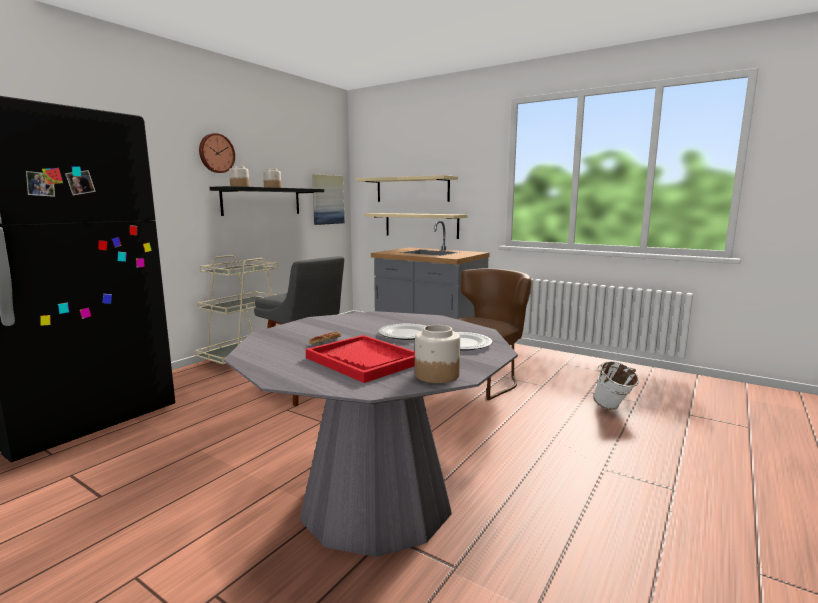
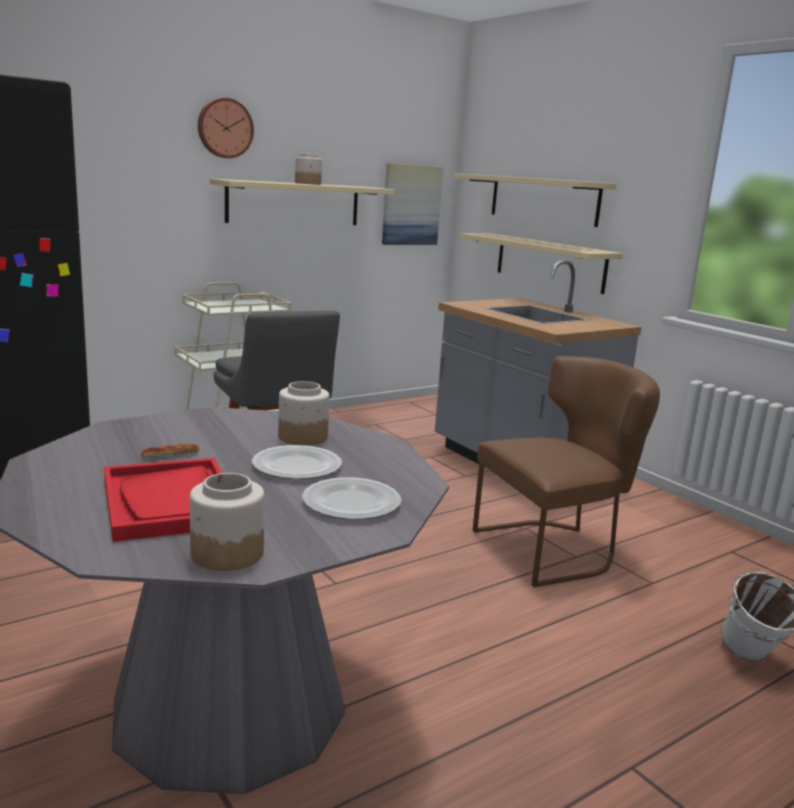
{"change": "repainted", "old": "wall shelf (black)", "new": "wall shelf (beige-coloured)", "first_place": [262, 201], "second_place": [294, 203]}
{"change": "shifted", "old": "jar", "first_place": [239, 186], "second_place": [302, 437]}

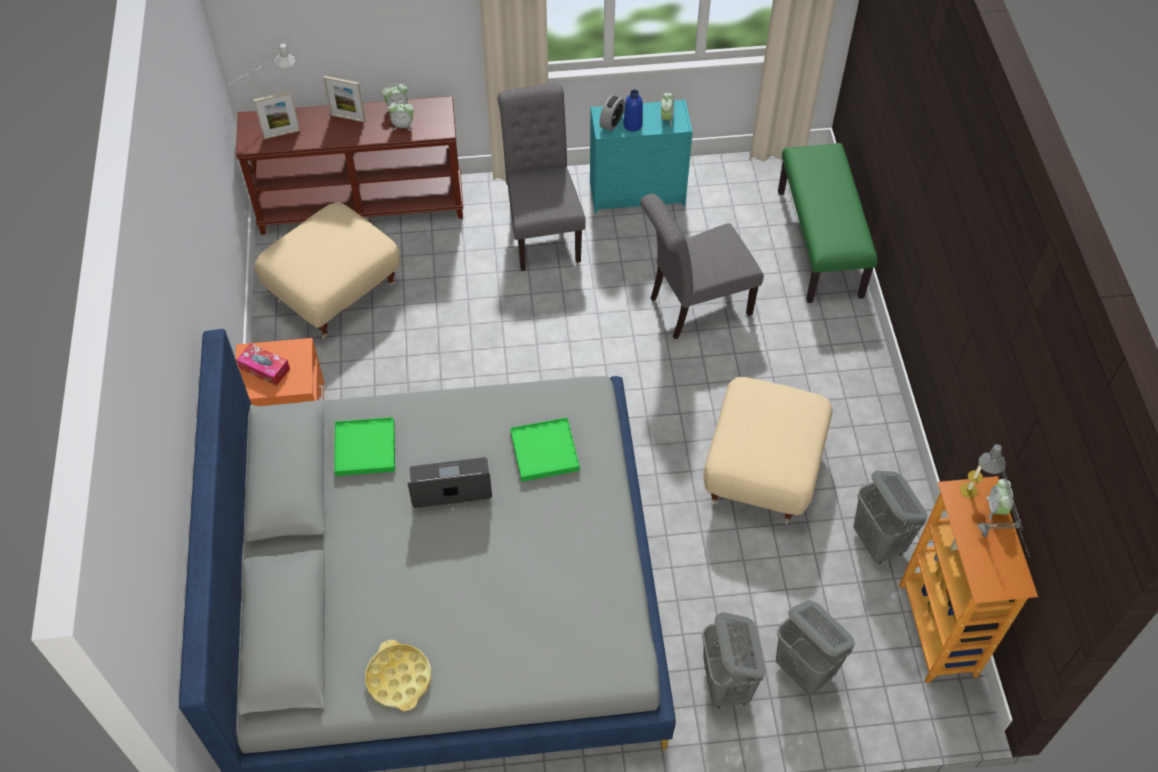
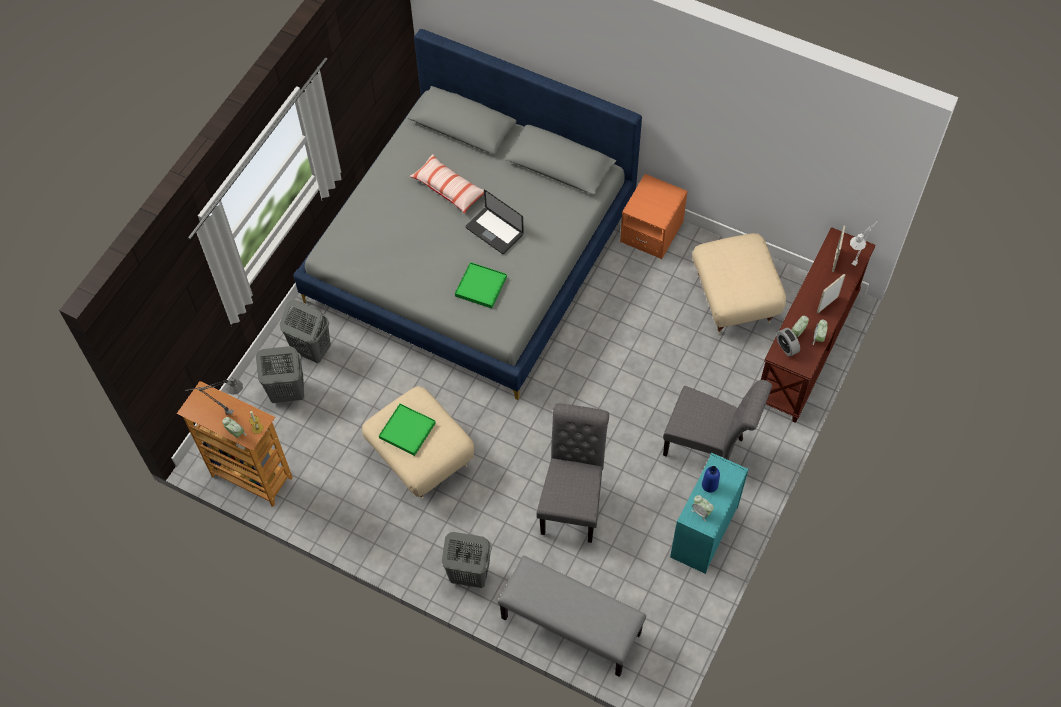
{"change": "shifted", "old": "serving tray (greenish)", "first_place": [365, 448], "second_place": [407, 431]}
{"change": "new", "new": "throw pillow", "second_place": [448, 188]}
{"change": "shifted", "old": "hamper (gray)", "first_place": [878, 542], "second_place": [469, 574]}
{"change": "rotated", "old": "portable computer", "first_place": [450, 484], "second_place": [494, 231], "degrees": 105}
{"change": "repainted", "old": "bench (greenish)", "new": "bench (gray)", "first_place": [820, 244], "second_place": [570, 626]}
{"change": "shifted", "old": "alarm clock", "first_place": [611, 122], "second_place": [786, 347]}
{"change": "gone", "old": "tissue box", "first_place": [264, 369]}
{"change": "gone", "old": "serving tray (yellow)", "first_place": [399, 678]}

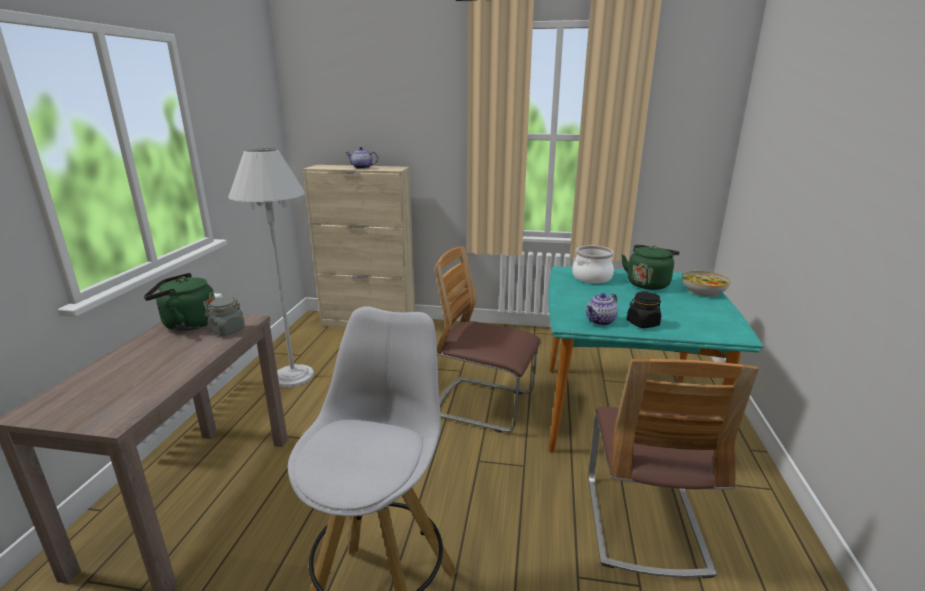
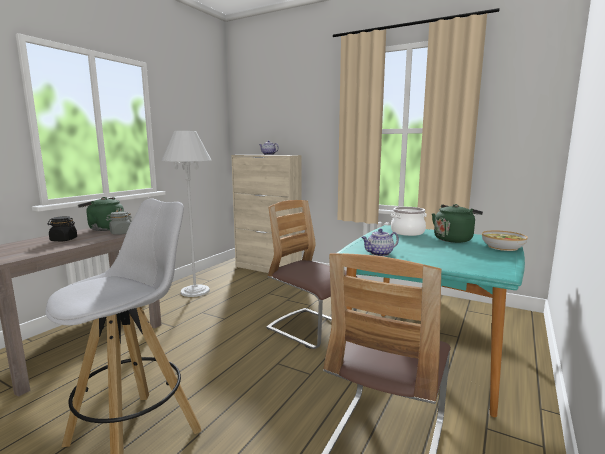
{"change": "shifted", "old": "jar (black)", "first_place": [642, 323], "second_place": [63, 240]}

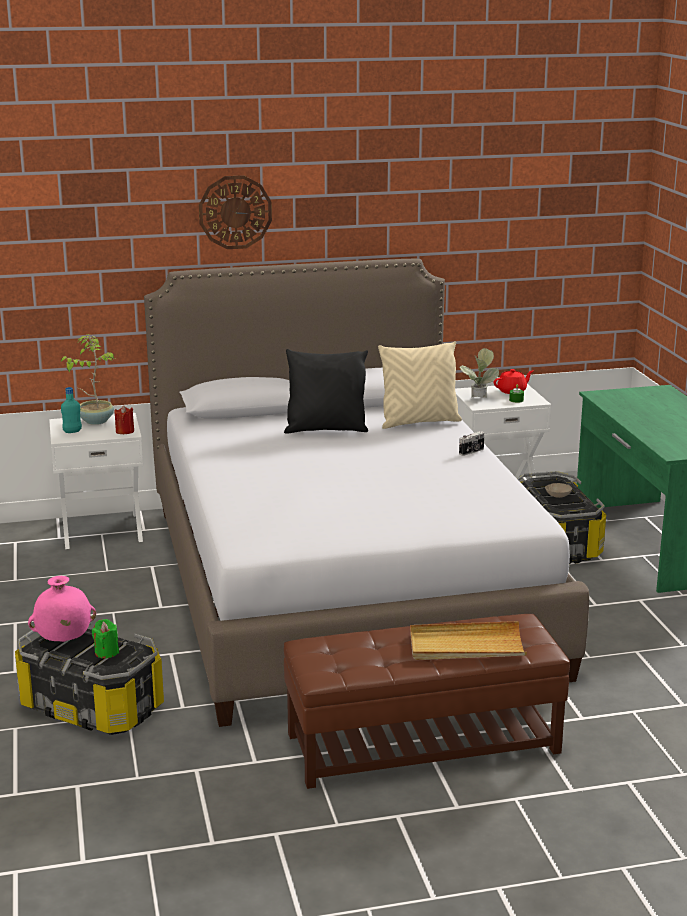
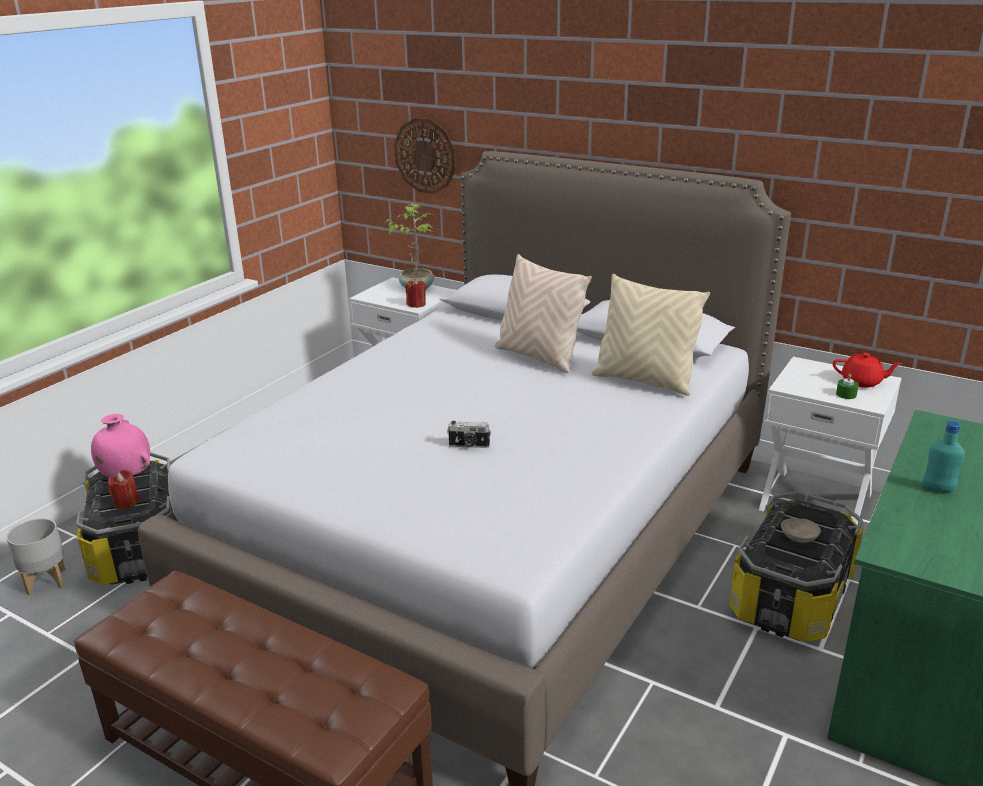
{"change": "new", "new": "plant pot (gray)", "second_place": [46, 581]}
{"change": "repainted", "old": "wax candle (greenish)", "new": "wax candle (reddish)", "first_place": [106, 652], "second_place": [126, 503]}
{"change": "shifted", "old": "clock on the wall", "first_place": [235, 212], "second_place": [425, 156]}
{"change": "shifted", "old": "still camera", "first_place": [472, 452], "second_place": [469, 445]}
{"change": "repainted", "old": "throw pillow (black)", "new": "throw pillow (beige-coloured)", "first_place": [326, 429], "second_place": [538, 357]}
{"change": "shifted", "old": "beverage bottle (turquoise)", "first_place": [72, 431], "second_place": [938, 489]}
{"change": "gone", "old": "serving tray (beige-coloured)", "first_place": [466, 646]}
{"change": "gone", "old": "houseplant", "first_place": [478, 400]}

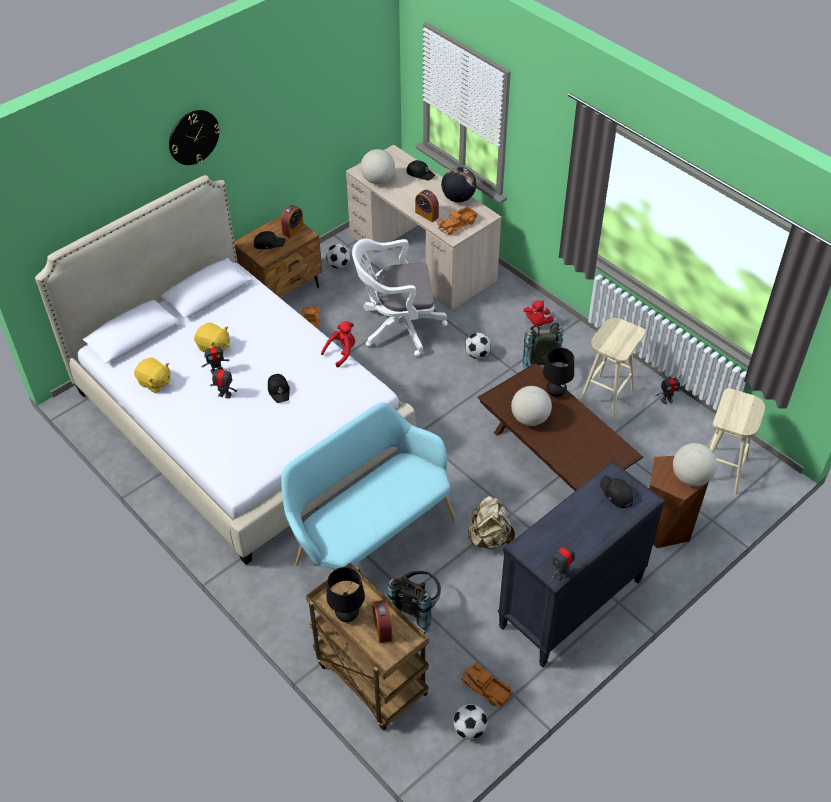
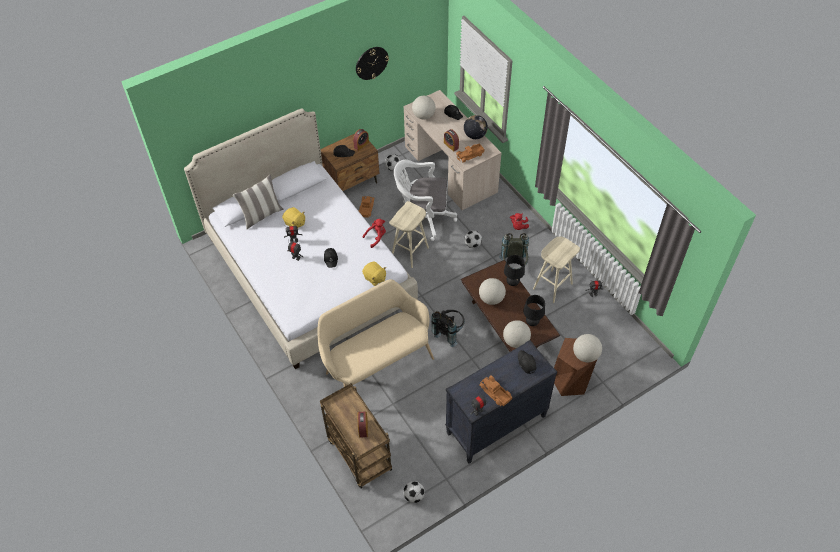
{"change": "new", "new": "throw pillow", "second_place": [261, 215]}
{"change": "repainted", "old": "bench (turquoise)", "new": "bench (beige-coloured)", "first_place": [369, 539], "second_place": [376, 363]}
{"change": "shifted", "old": "clock on the wall", "first_place": [193, 137], "second_place": [371, 63]}
{"change": "shifted", "old": "soft toy (yellow)", "first_place": [154, 383], "second_place": [374, 278]}
{"change": "shifted", "old": "sitting stool (beige-coloured)", "first_place": [722, 471], "second_place": [410, 253]}
{"change": "shifted", "old": "rucksack (black)", "first_place": [416, 609], "second_place": [449, 332]}
{"change": "shifted", "old": "model truck", "first_place": [486, 688], "second_place": [495, 393]}
{"change": "new", "new": "desk globe", "second_place": [515, 341]}
{"change": "shifted", "old": "lamp for a table (black)", "first_place": [347, 615], "second_place": [532, 322]}
{"change": "gone", "old": "rucksack (beige-coloured)", "first_place": [489, 538]}

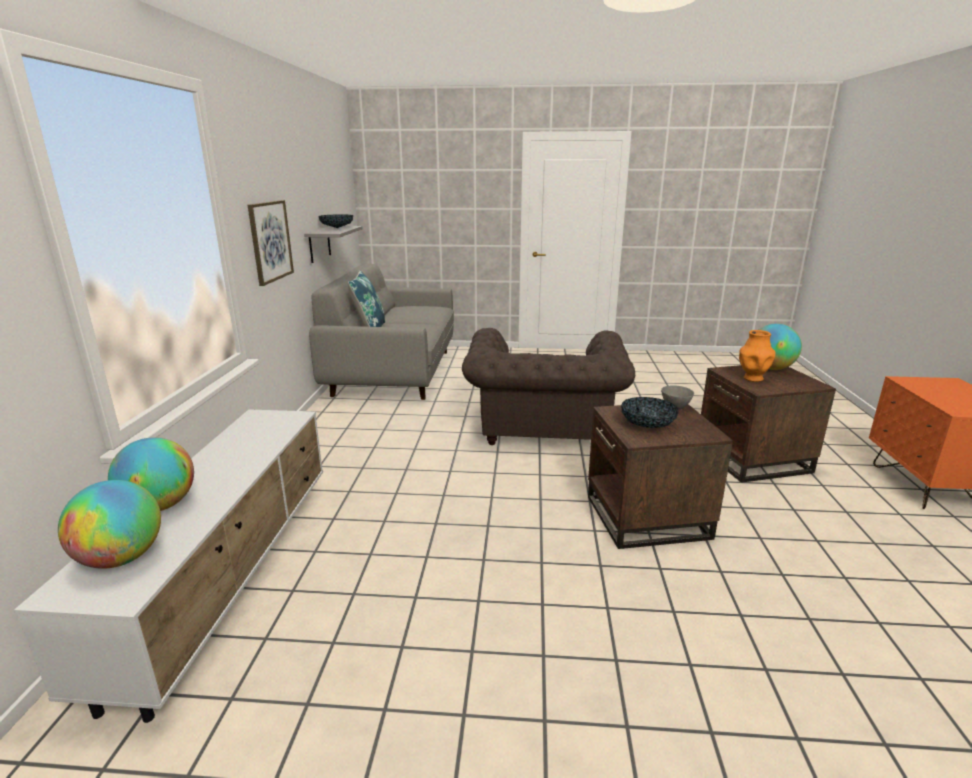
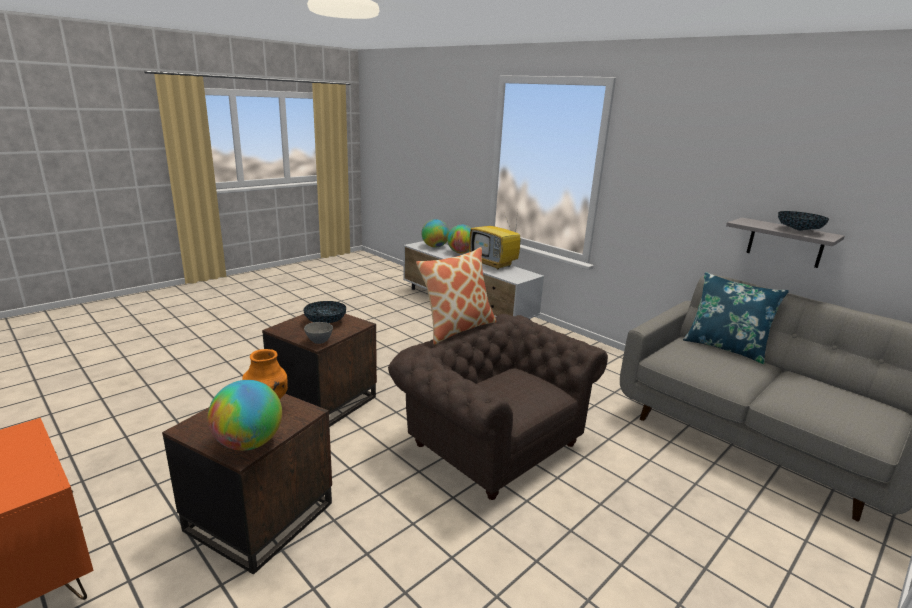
{"change": "new", "new": "throw pillow", "second_place": [456, 328]}
{"change": "new", "new": "TV set", "second_place": [494, 264]}
{"change": "gone", "old": "wall art", "first_place": [270, 241]}

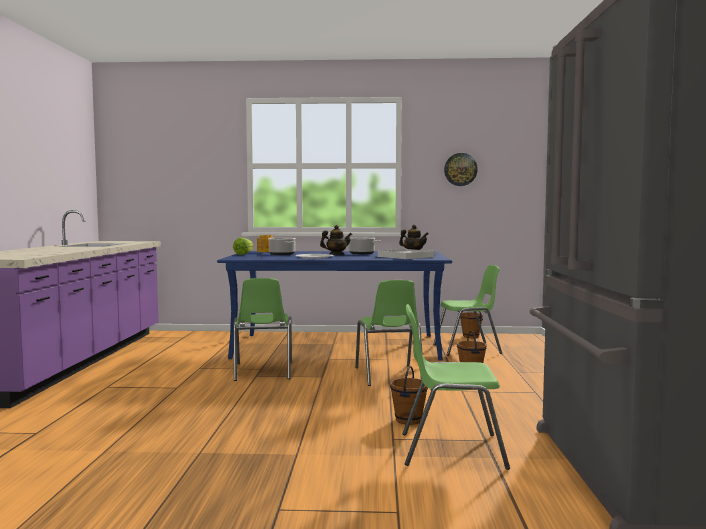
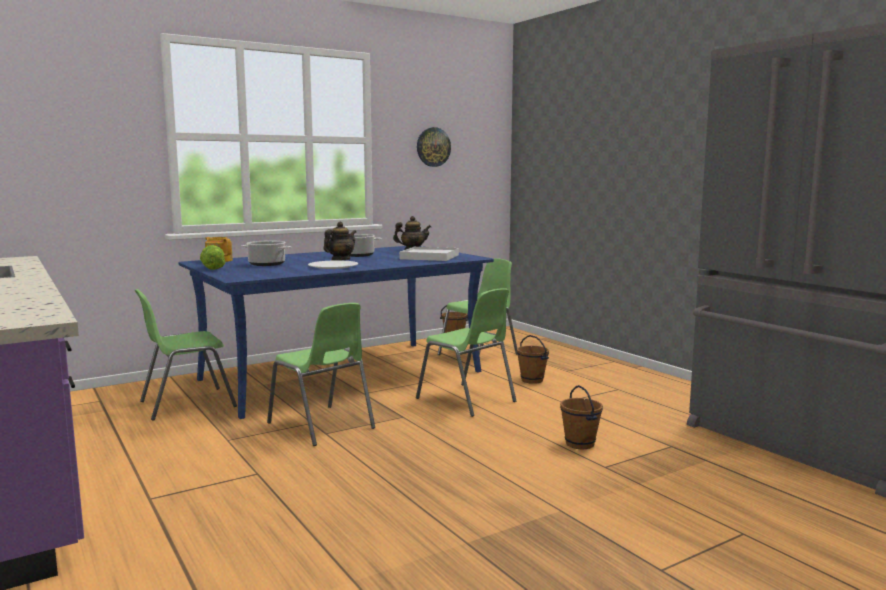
{"change": "shifted", "old": "plain chair (greenish)", "first_place": [450, 450], "second_place": [186, 404]}

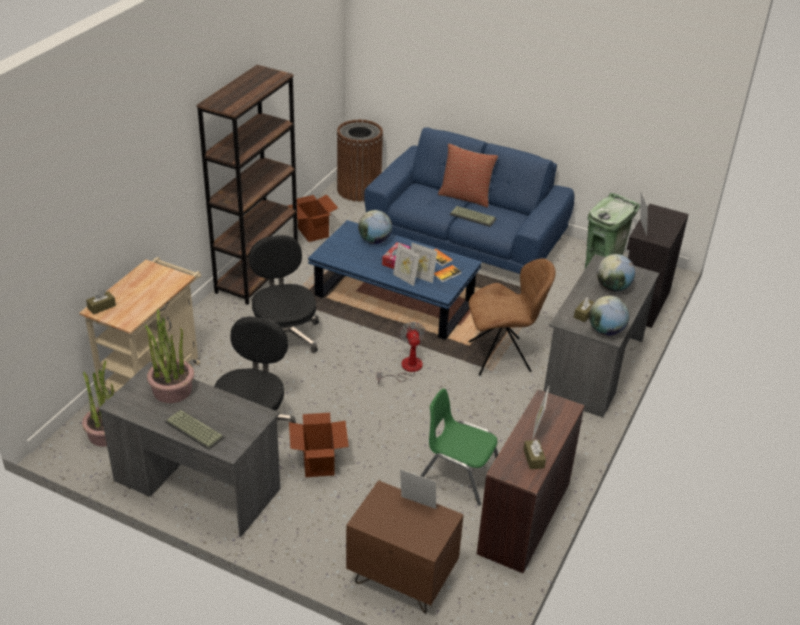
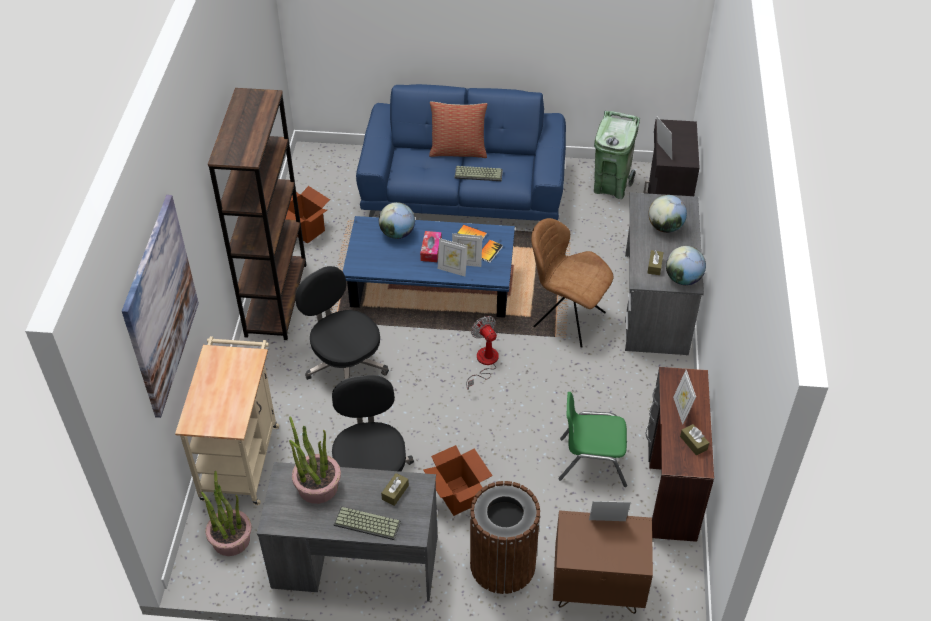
{"change": "new", "new": "wall art", "second_place": [160, 306]}
{"change": "shifted", "old": "tissue box (brown-coloured)", "first_place": [101, 307], "second_place": [395, 492]}
{"change": "shifted", "old": "rubbish bin (brown-coloured)", "first_place": [359, 190], "second_place": [503, 564]}
{"change": "rotated", "old": "plain chair (brown-coloured)", "first_place": [502, 356], "second_place": [566, 318], "degrees": -120}

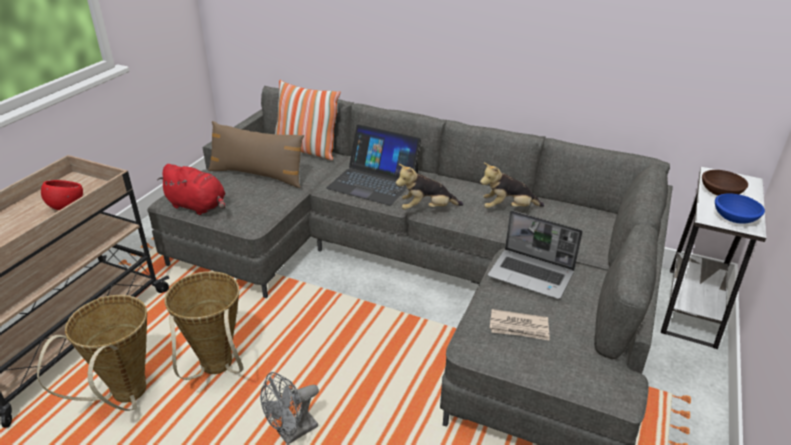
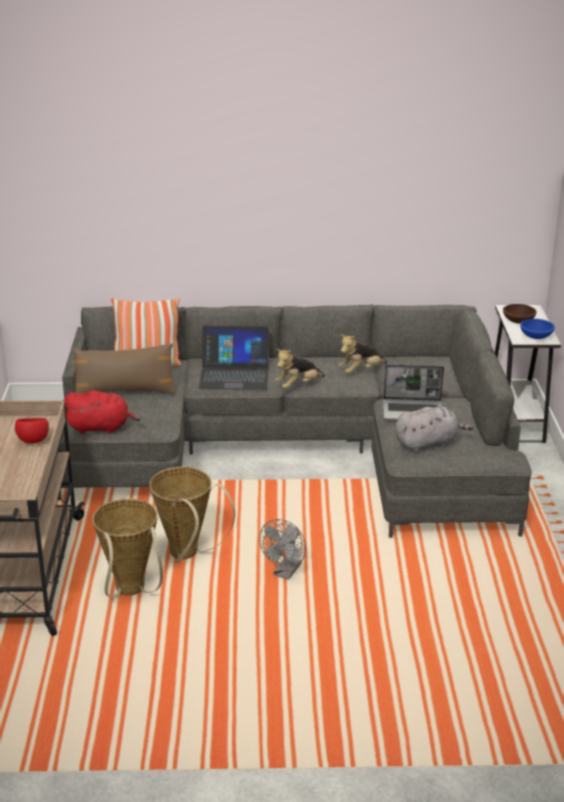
{"change": "swapped", "old": "newspaper", "new": "soft toy (gray)", "first_place": [519, 327], "second_place": [428, 444]}

